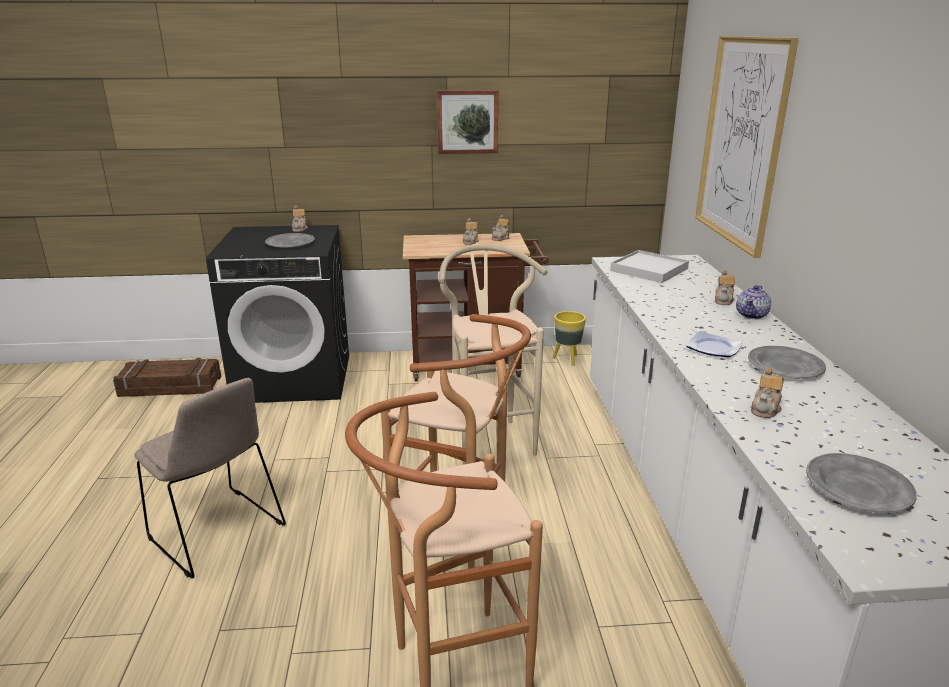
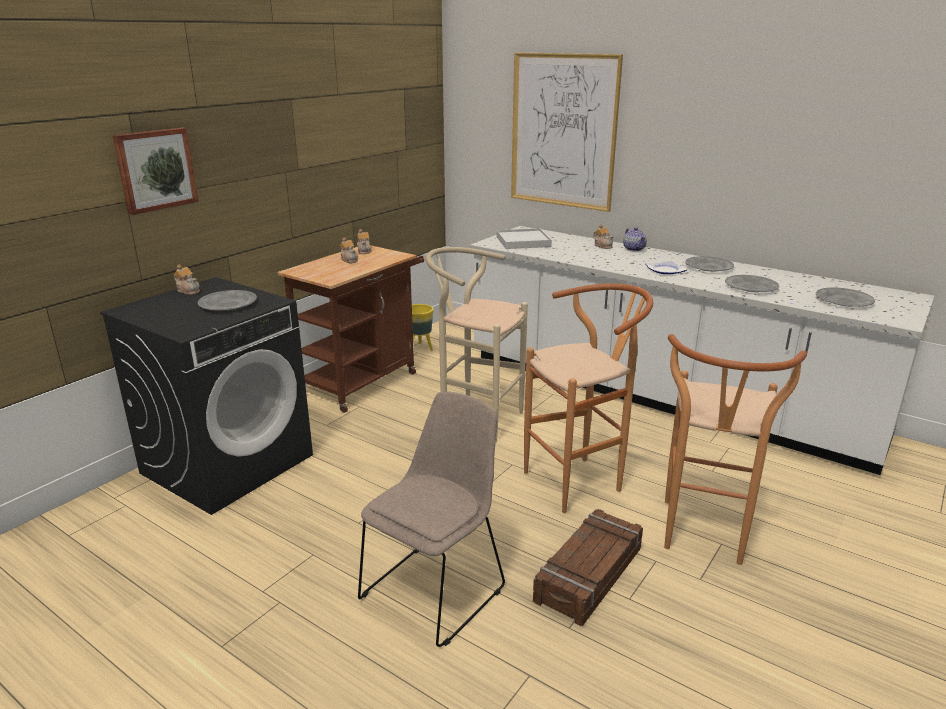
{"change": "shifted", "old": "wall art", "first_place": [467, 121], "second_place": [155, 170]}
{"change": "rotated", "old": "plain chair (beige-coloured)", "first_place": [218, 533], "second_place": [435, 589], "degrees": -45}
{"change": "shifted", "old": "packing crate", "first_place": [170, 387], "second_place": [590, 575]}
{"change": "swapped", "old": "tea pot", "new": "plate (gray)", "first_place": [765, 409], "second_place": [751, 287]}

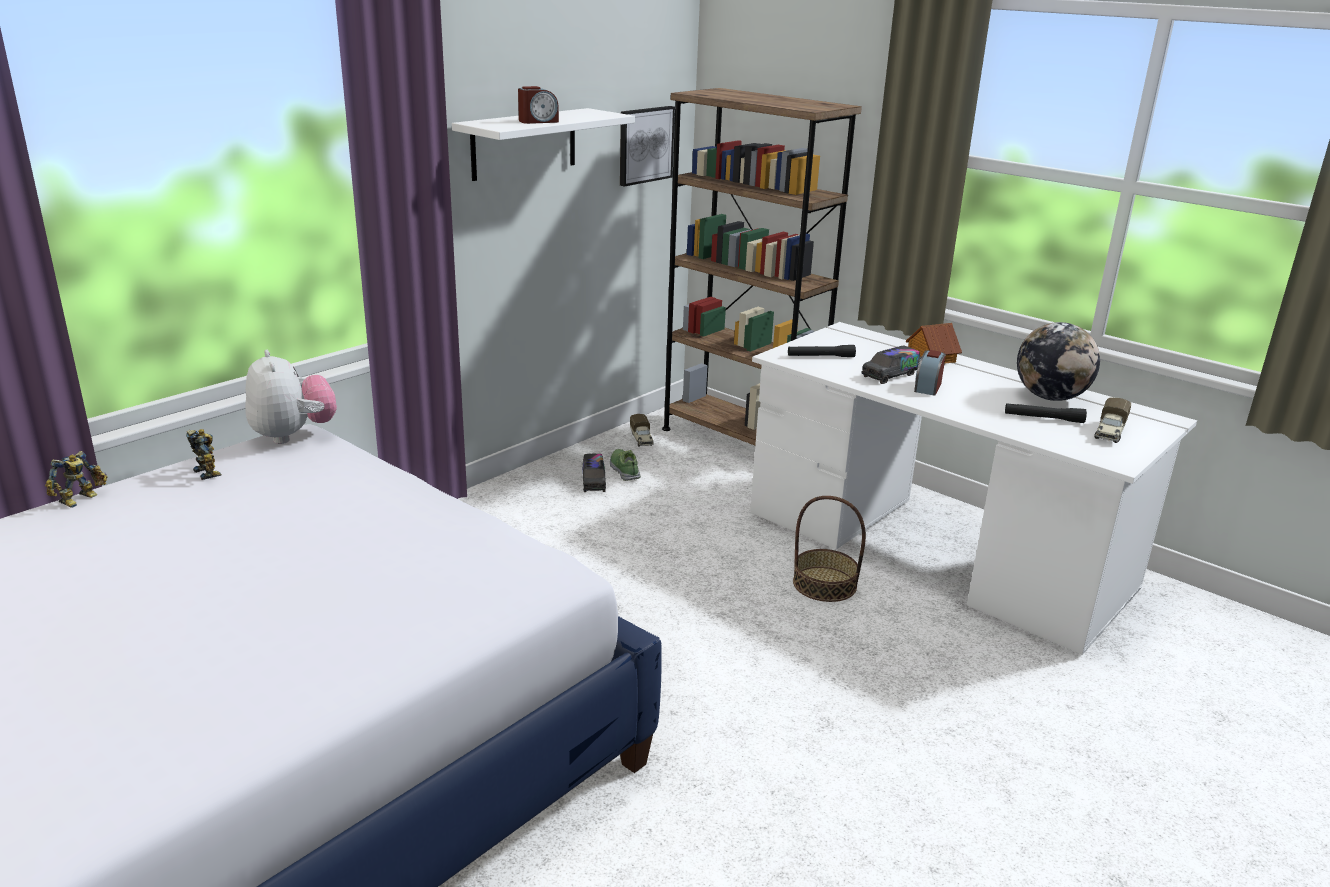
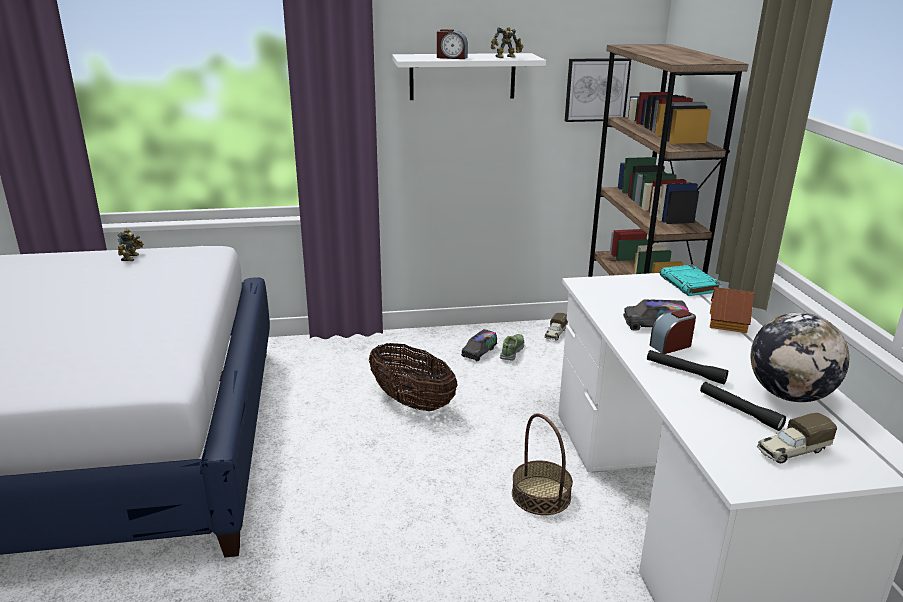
{"change": "new", "new": "storage basket", "second_place": [412, 402]}
{"change": "shifted", "old": "toy robot", "first_place": [81, 499], "second_place": [506, 57]}
{"change": "shifted", "old": "hand torch (black)", "first_place": [820, 356], "second_place": [685, 372]}
{"change": "new", "new": "volume (turquoise)", "second_place": [689, 284]}
{"change": "gone", "old": "soft toy", "first_place": [293, 435]}

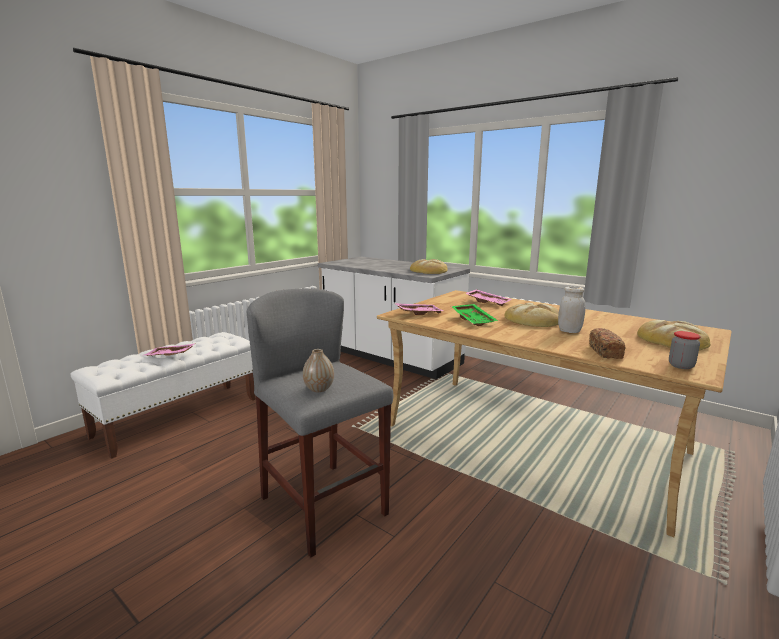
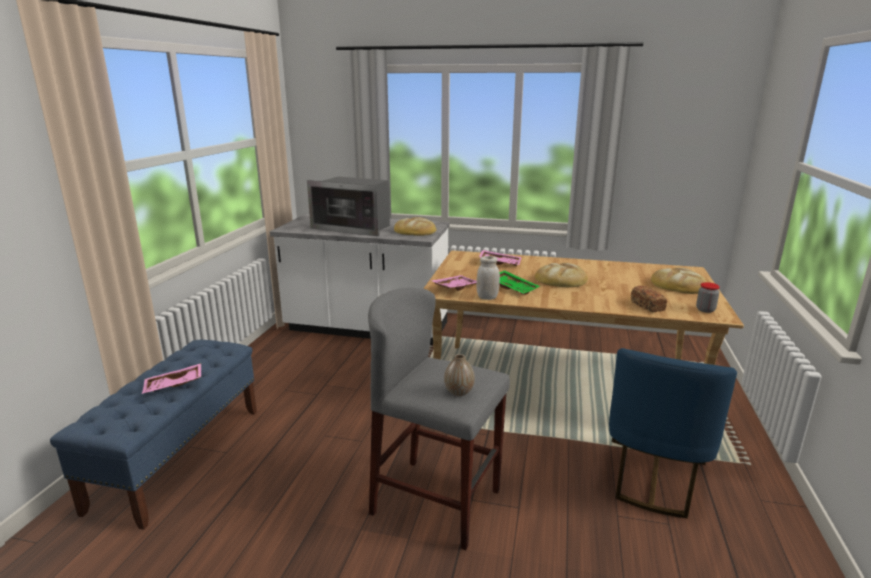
{"change": "repainted", "old": "bench (white-coloured)", "new": "bench (blue-coloured)", "first_place": [179, 416], "second_place": [179, 456]}
{"change": "new", "new": "microwave oven", "second_place": [354, 227]}
{"change": "shifted", "old": "jar (white-coloured)", "first_place": [569, 331], "second_place": [487, 297]}
{"change": "new", "new": "plain chair (blue-coloured)", "second_place": [653, 478]}

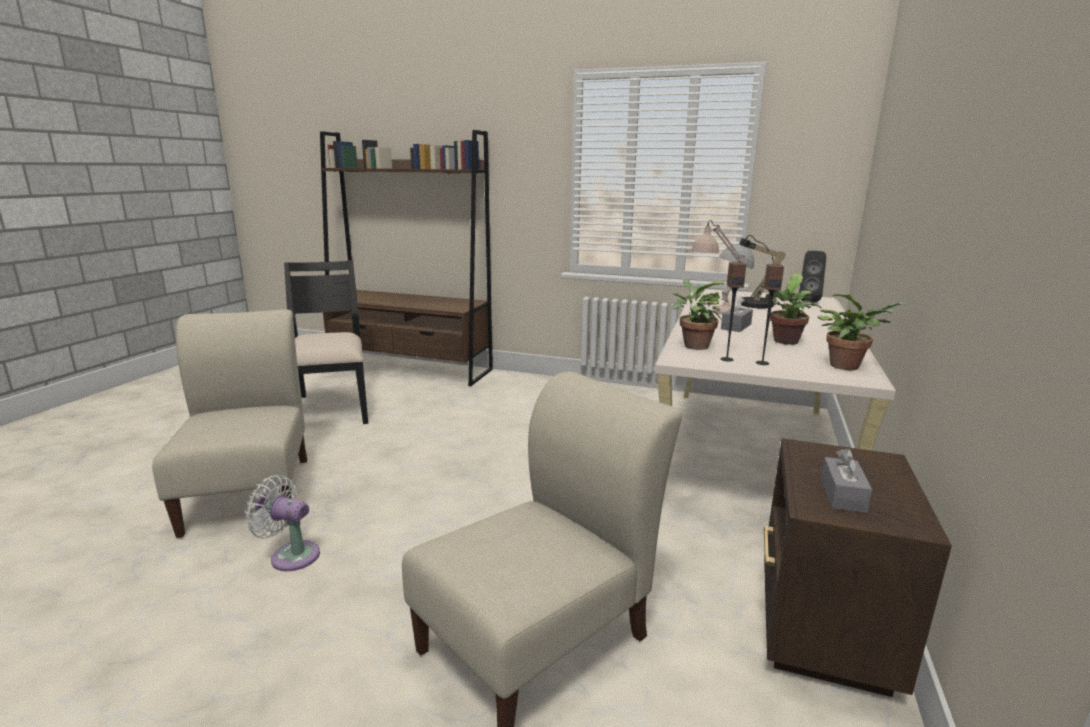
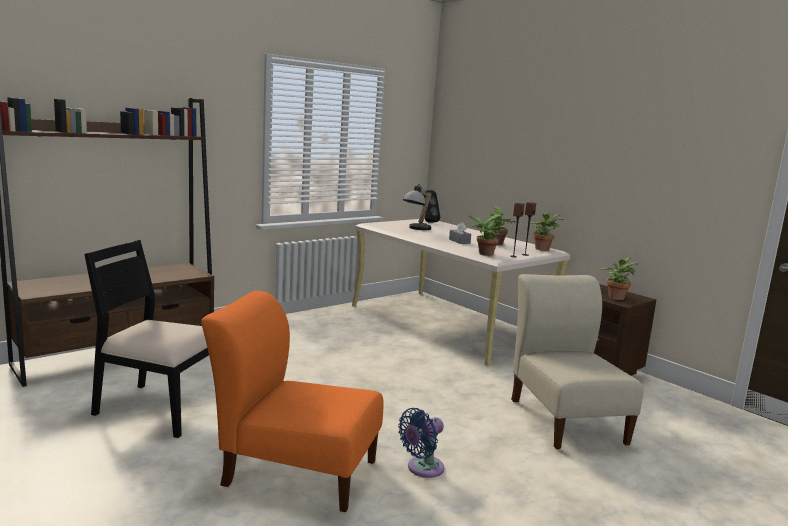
{"change": "repainted", "old": "plain chair (beige-coloured)", "new": "plain chair (orange)", "first_place": [250, 491], "second_place": [295, 471]}
{"change": "repainted", "old": "fan (white-coloured)", "new": "fan (blue-coloured)", "first_place": [291, 555], "second_place": [422, 468]}
{"change": "swapped", "old": "tissue box (gray)", "new": "houseplant", "first_place": [842, 495], "second_place": [616, 297]}
{"change": "gone", "old": "lamp for a table (beige-coloured)", "first_place": [712, 312]}

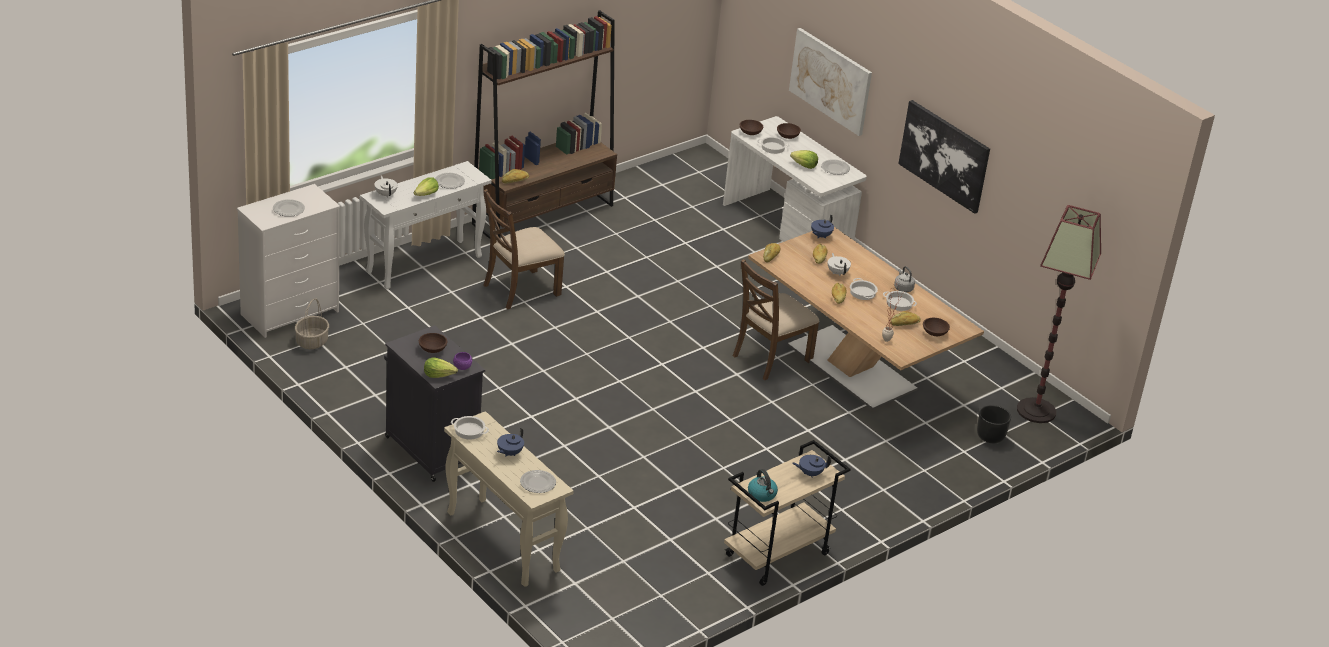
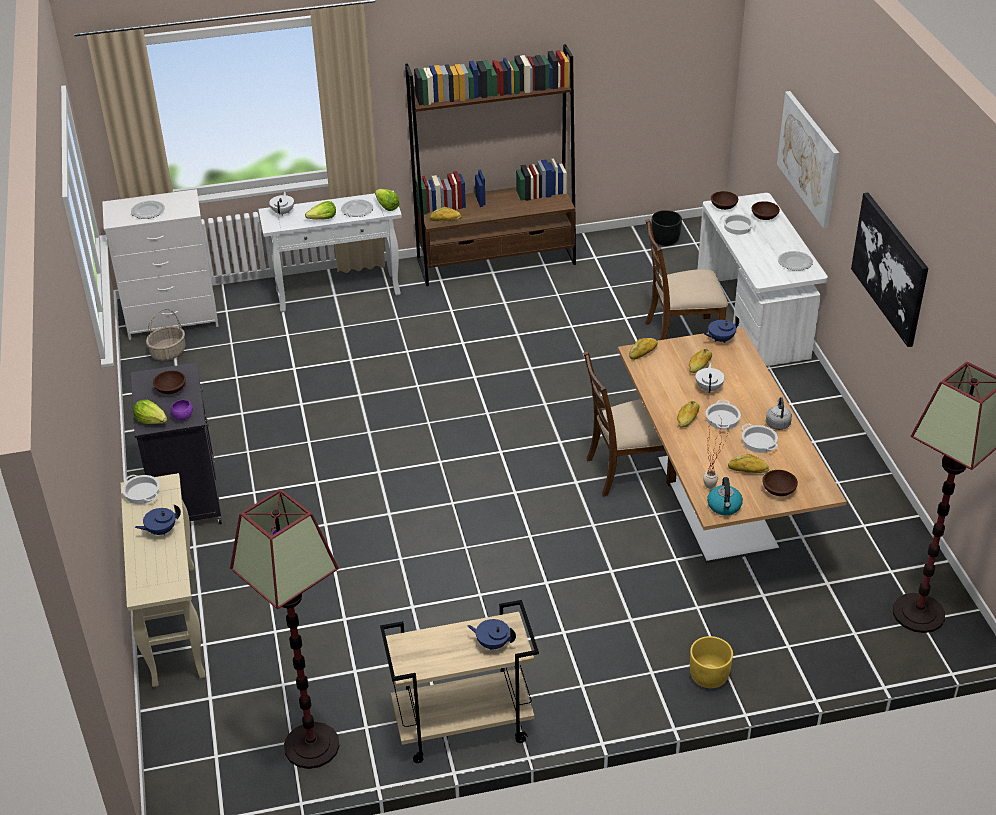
{"change": "new", "new": "floor lamp", "second_place": [311, 746]}
{"change": "shifted", "old": "lettuce head", "first_place": [804, 166], "second_place": [386, 207]}
{"change": "shifted", "old": "plain chair (brown-coloured)", "first_place": [520, 289], "second_place": [681, 334]}
{"change": "shifted", "old": "plant pot (black)", "first_place": [990, 437], "second_place": [665, 240]}
{"change": "new", "new": "plant pot (yellow)", "second_place": [708, 676]}
{"change": "shifted", "old": "water kettle", "first_place": [762, 494], "second_place": [724, 506]}
{"change": "gone", "old": "plate", "first_place": [537, 482]}

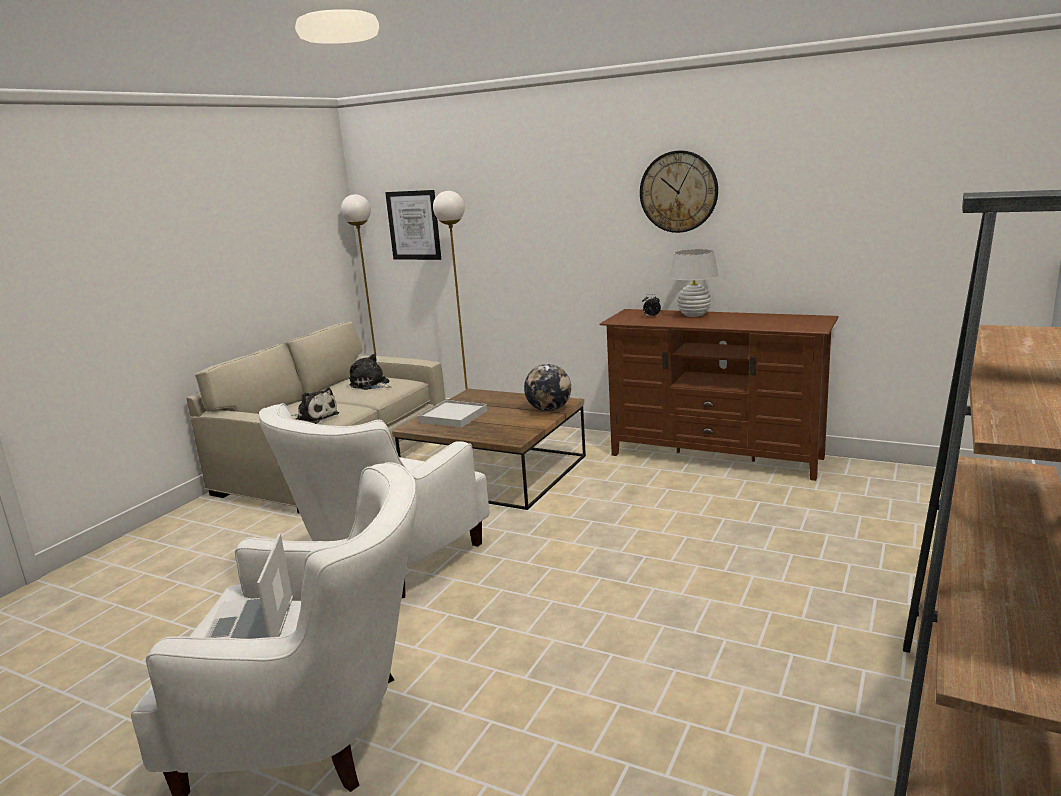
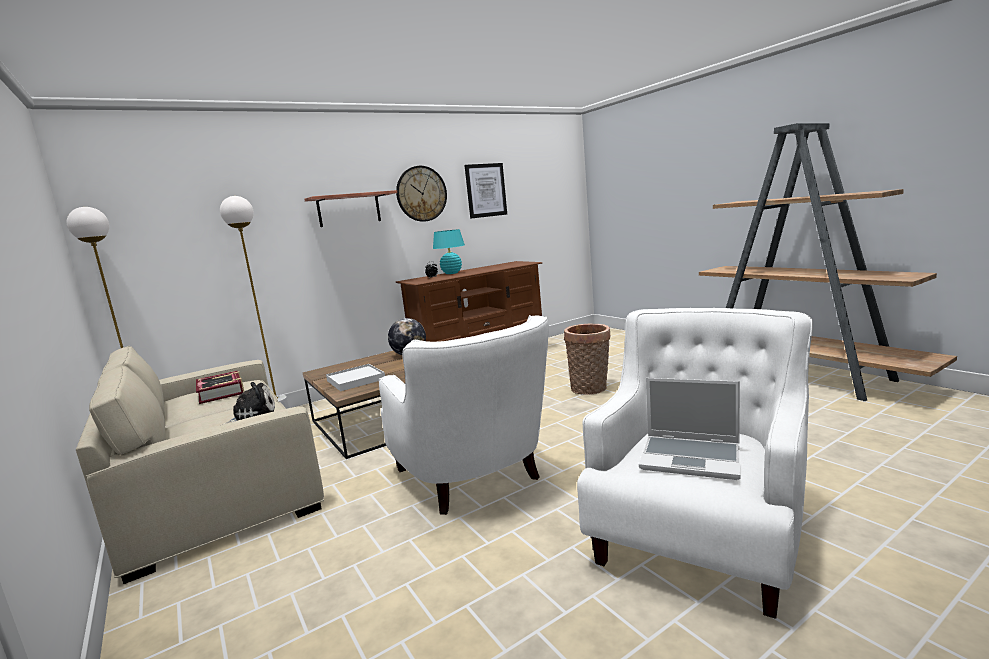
{"change": "swapped", "old": "soft toy", "new": "volume", "first_place": [371, 385], "second_place": [221, 392]}
{"change": "new", "new": "wall shelf", "second_place": [349, 209]}
{"change": "repainted", "old": "lamp for a table (white-coloured)", "new": "lamp for a table (turquoise)", "first_place": [694, 315], "second_place": [452, 273]}
{"change": "shifted", "old": "wall art", "first_place": [414, 225], "second_place": [486, 190]}
{"change": "new", "new": "storage basket", "second_place": [590, 389]}

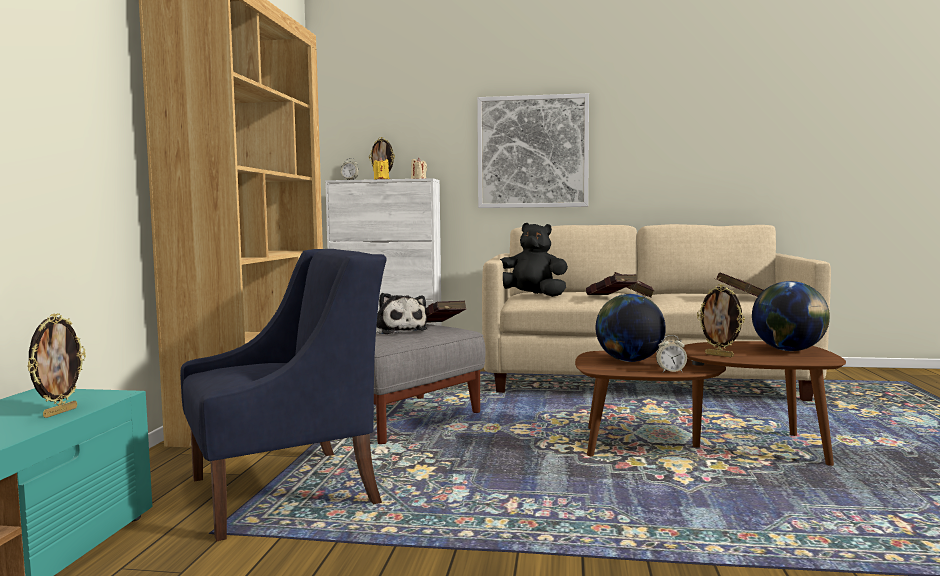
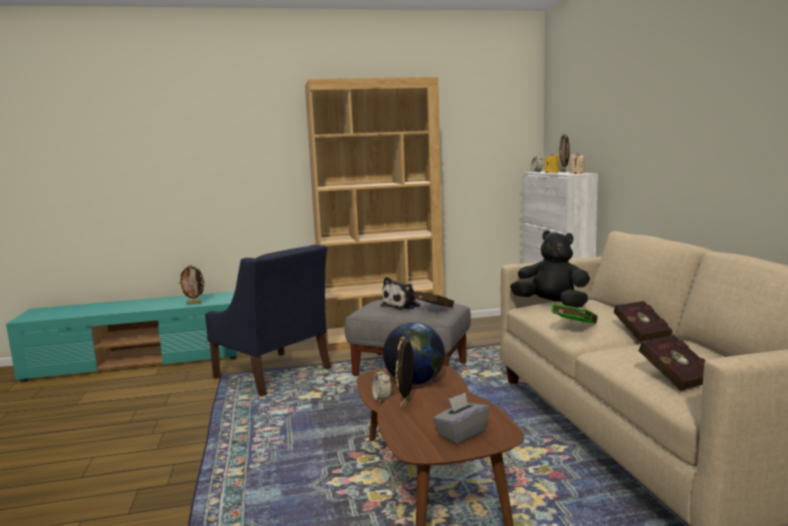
{"change": "swapped", "old": "desk globe", "new": "tissue box (gray)", "first_place": [789, 350], "second_place": [461, 433]}
{"change": "rotated", "old": "soft toy (black)", "first_place": [531, 295], "second_place": [552, 304], "degrees": -60}
{"change": "repainted", "old": "volume (reddish)", "new": "volume (greenish)", "first_place": [612, 297], "second_place": [573, 327]}
{"change": "gone", "old": "wall art", "first_place": [532, 152]}

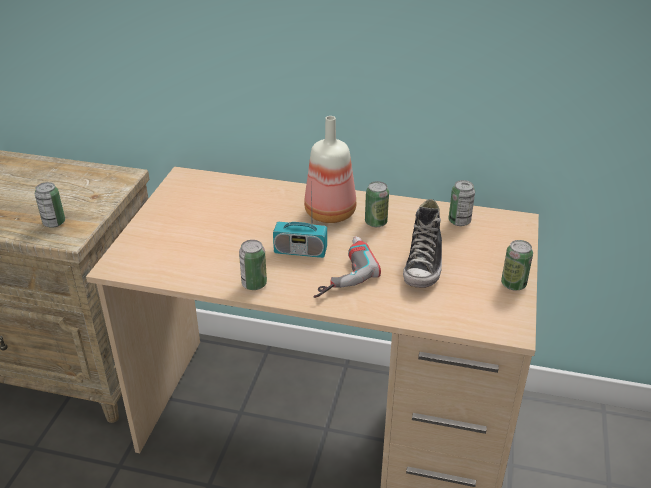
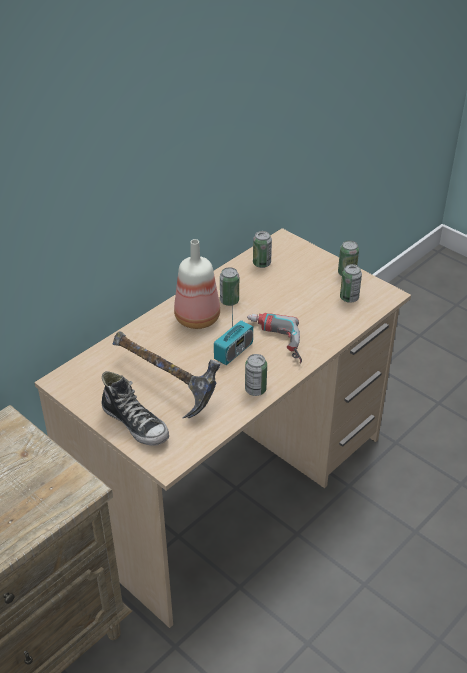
{"change": "shifted", "old": "shoe", "first_place": [423, 265], "second_place": [136, 424]}
{"change": "new", "new": "hand hammer", "second_place": [166, 386]}
{"change": "shifted", "old": "can", "first_place": [54, 222], "second_place": [349, 298]}

